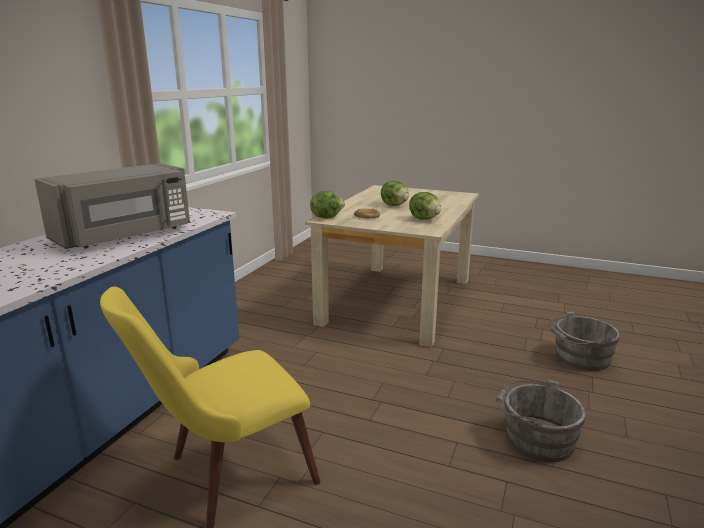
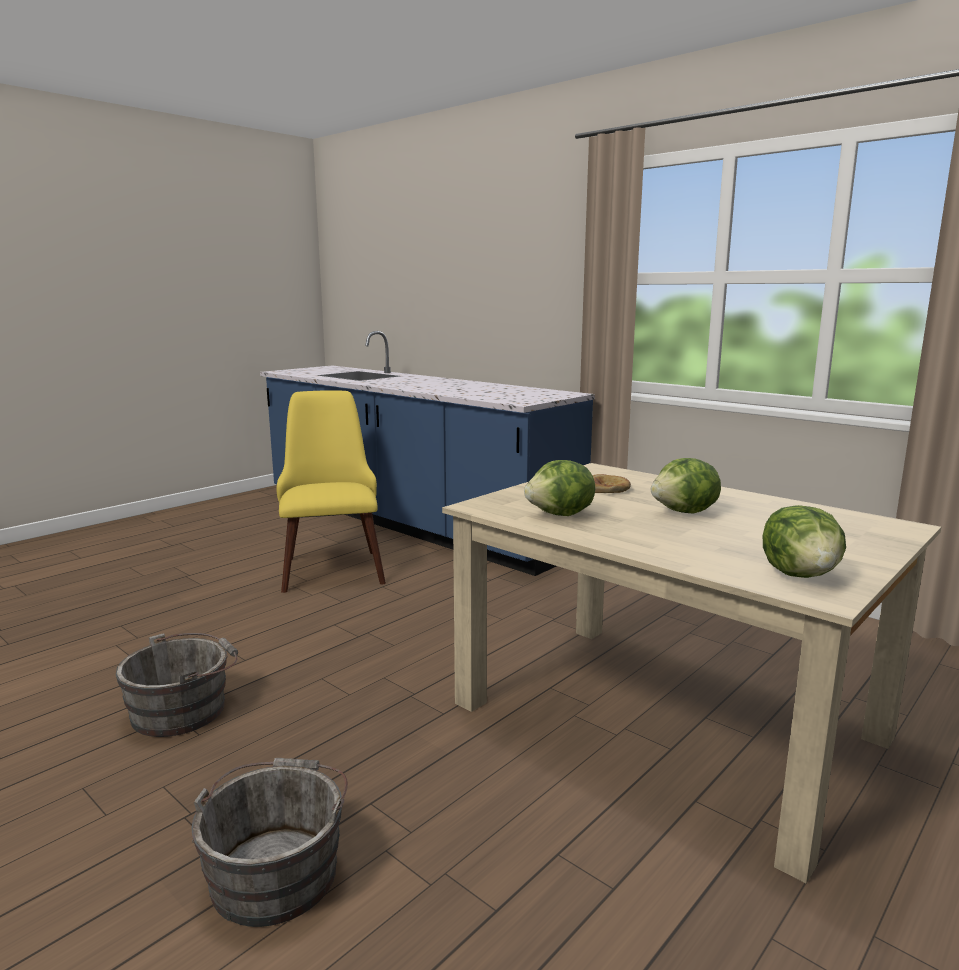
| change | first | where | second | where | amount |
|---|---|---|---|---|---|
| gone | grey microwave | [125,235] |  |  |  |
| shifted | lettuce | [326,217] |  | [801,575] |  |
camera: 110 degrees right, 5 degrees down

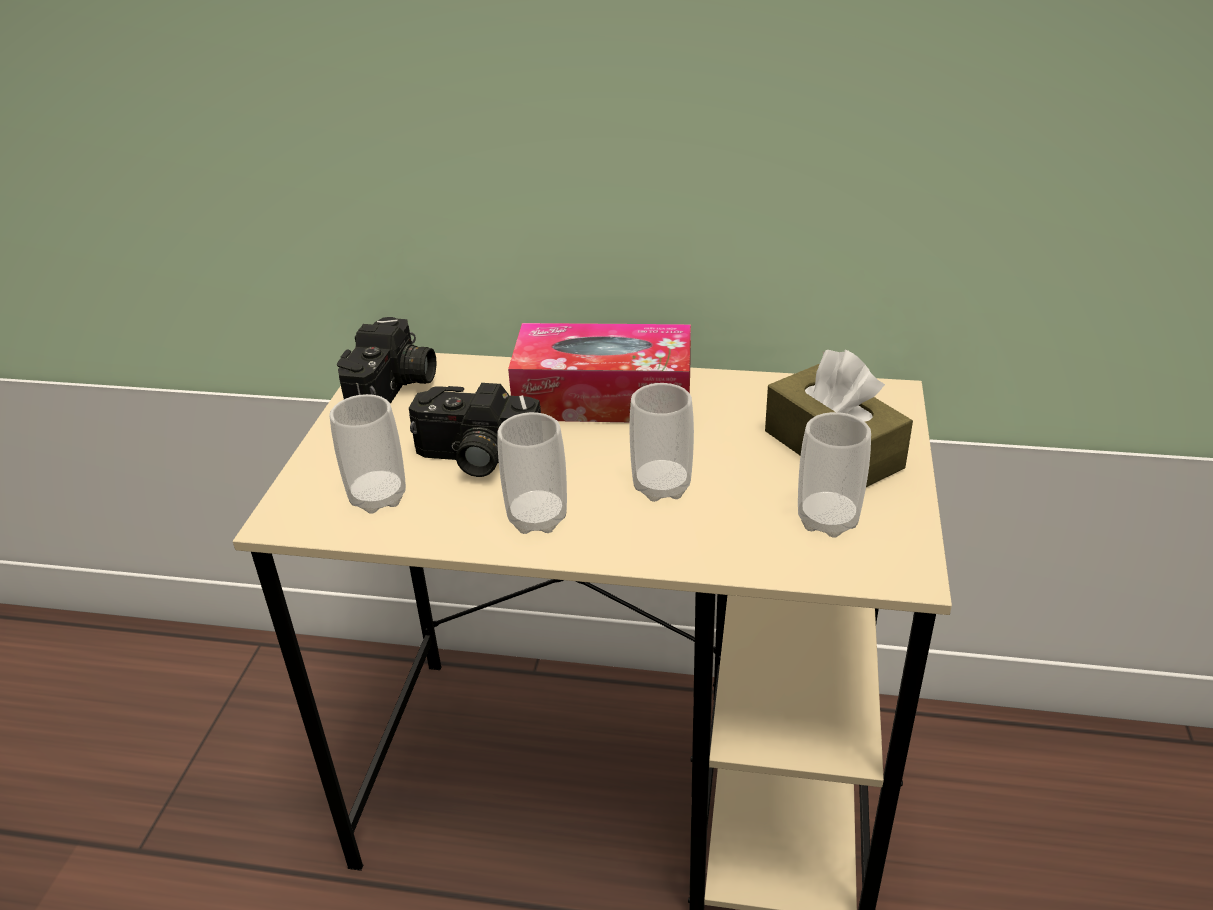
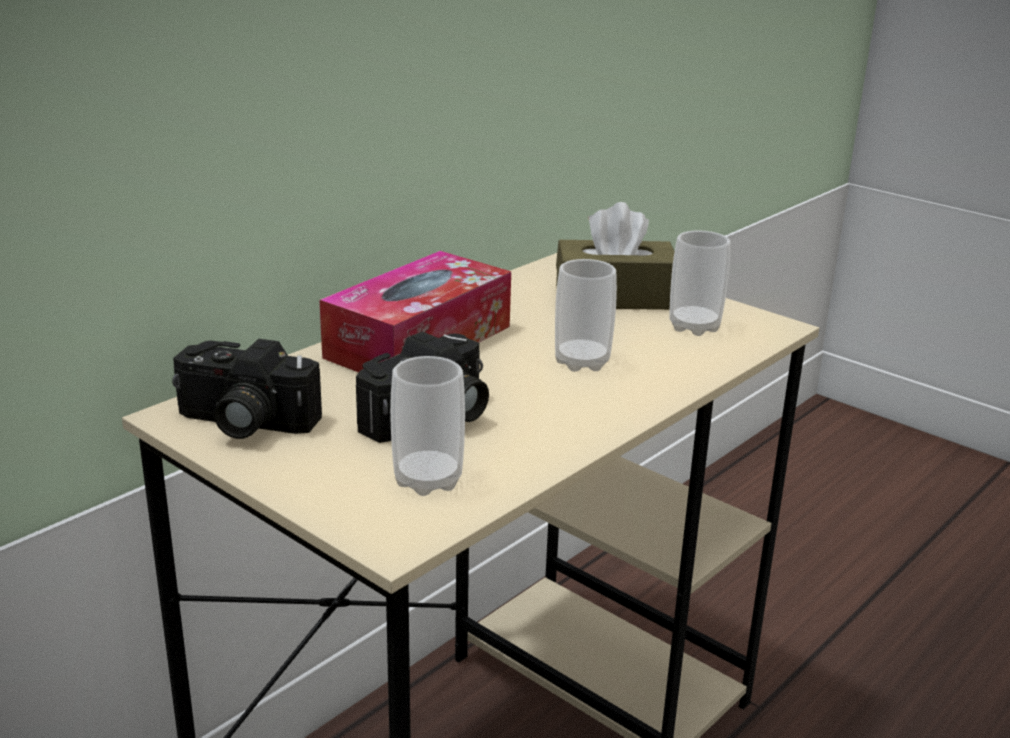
| change | first | where | second | where | amount |
|---|---|---|---|---|---|
| rotated | photo camera | [395,390] |  | [242,423] | 150 degrees clockwise |
| gone | cup | [537,518] |  |  |  |
camera: 60 degrees left, 10 degrees down

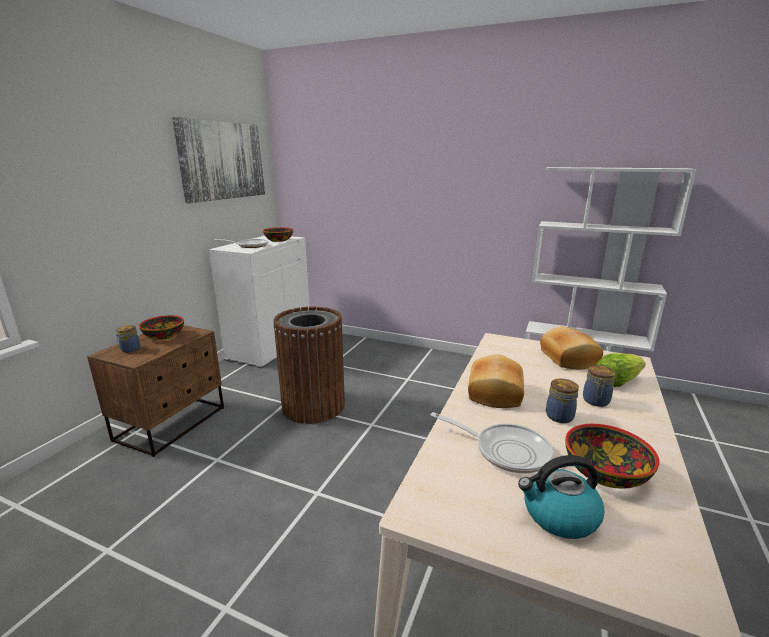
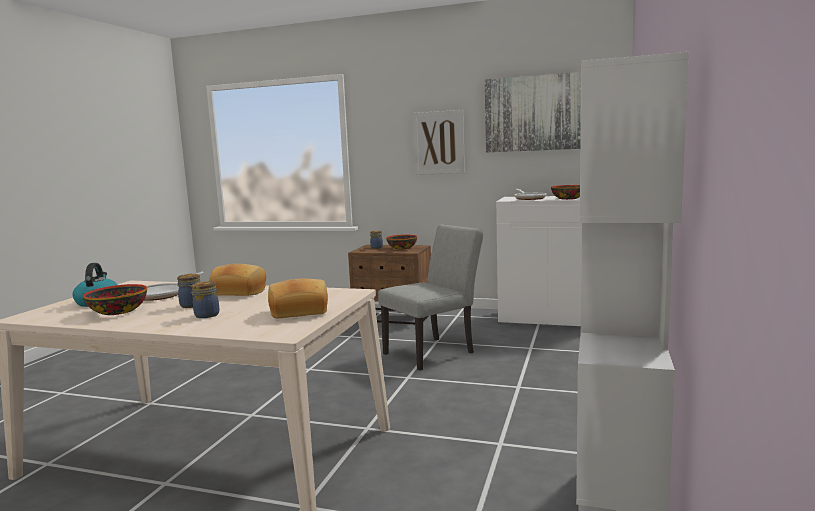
| change | first | where | second | where | amount |
|---|---|---|---|---|---|
| swapped | brown trash can | [313,406] | grey chair | [434,352] |  |
| gone | lettuce | [617,381] |  |  |  |
| new |  |  | picture | [439,142] |  |
camera: 85 degrees right, 10 degrees down

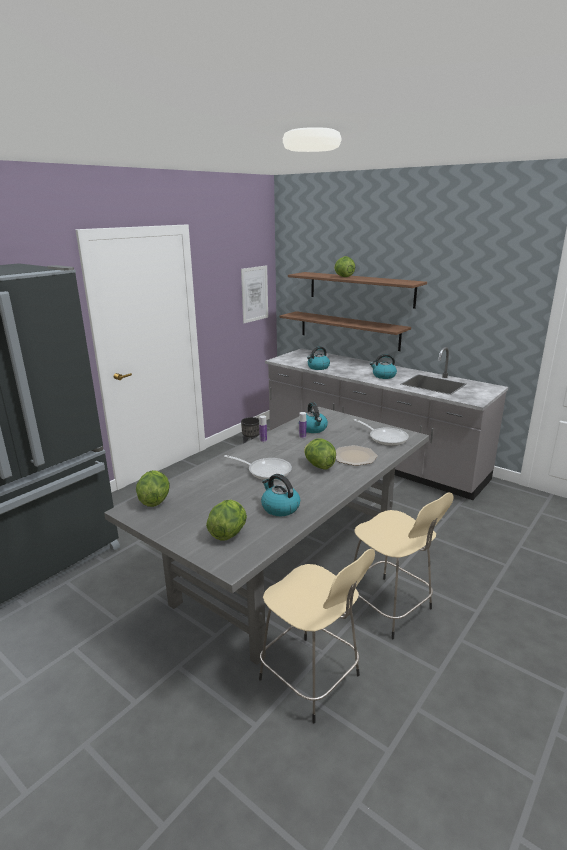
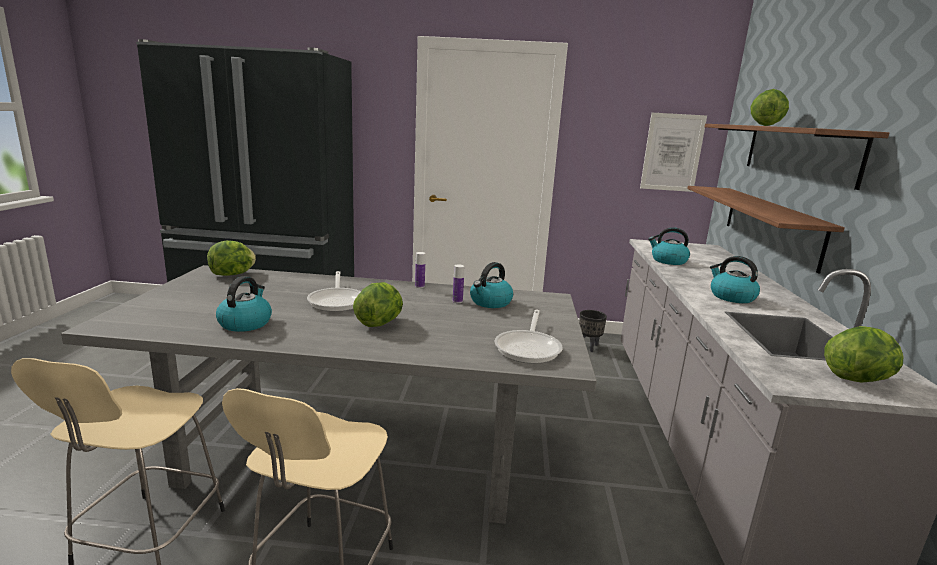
| change | first | where | second | where | amount |
|---|---|---|---|---|---|
| gone | plate | [355,456] |  |  |  |
| shifted | lettuce | [228,533] |  | [858,379] |  |
camera: 55 degrees right, 5 degrees down

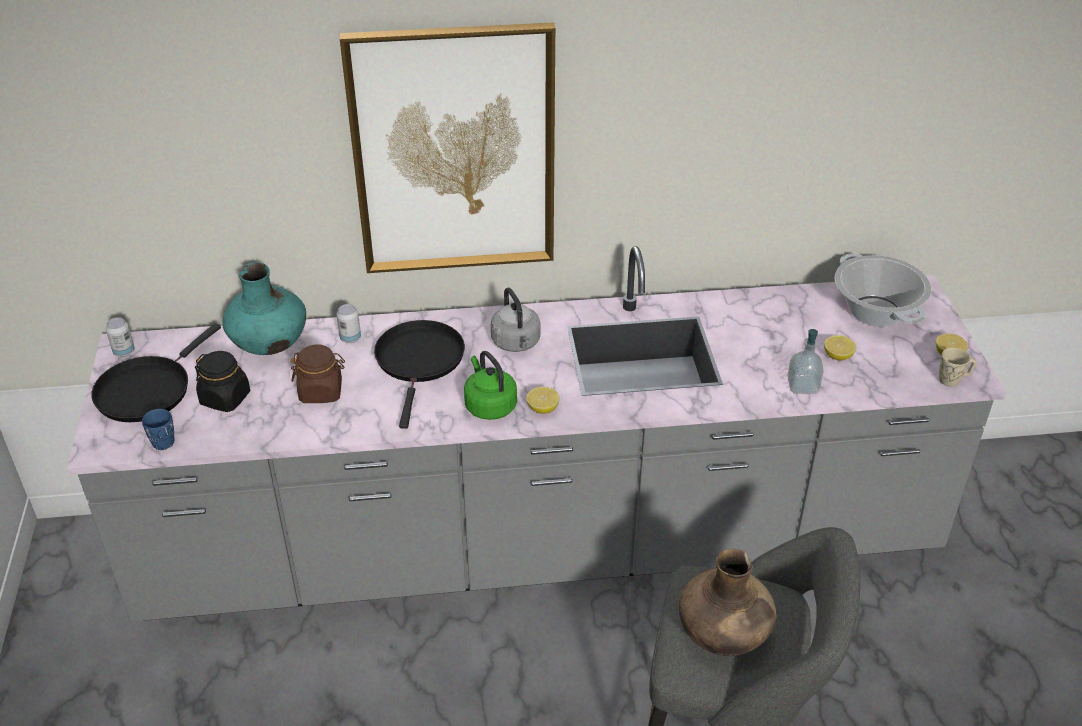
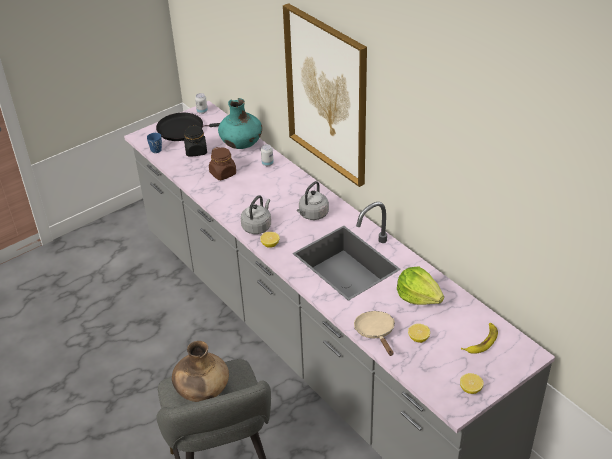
| change | first | where | second | where | amount |
|---|---|---|---|---|---|
| swapped | cooking pot | [875,312] | banana | [481,341] |  |
| gone | black frying pan | [419,361] |  |  |  |
| swapped | soap dispenser | [802,386] | beige frying pan | [376,333] |  |
| gone | beige mug | [953,380] |  |  |  |
| repainted | green kettle | [489,405] | grey kettle | [257,226] |  |
| new |  |  | lettuce | [418,297] |  |
camera: 60 degrees right, 0 degrees up

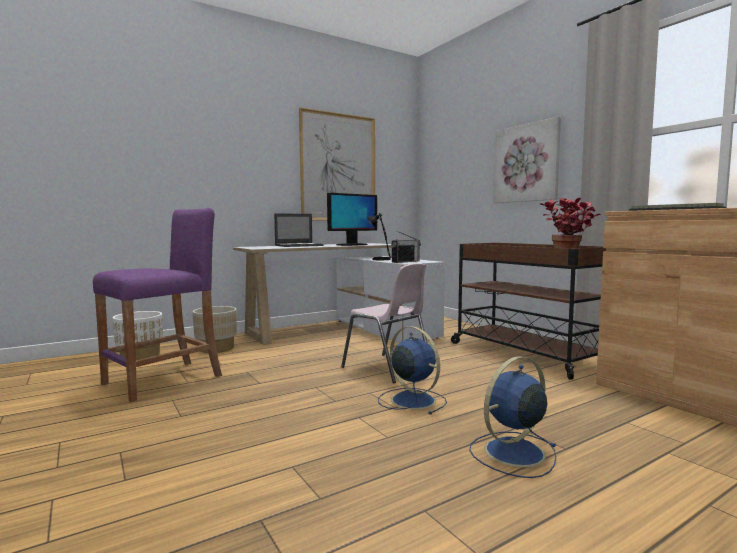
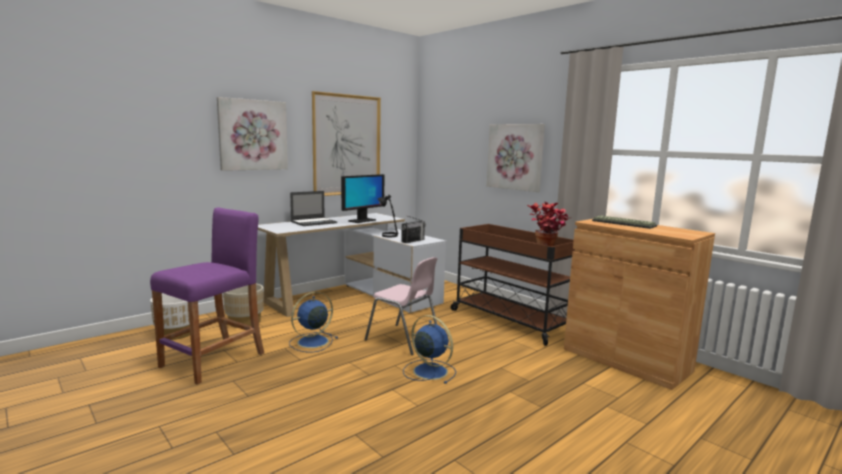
| change | first | where | second | where | amount |
|---|---|---|---|---|---|
| shifted | blue fan | [512,453] |  | [311,342] |  |
| new |  |  | picture | [253,135] |  |
camera: 10 degrees left, 5 degrees up

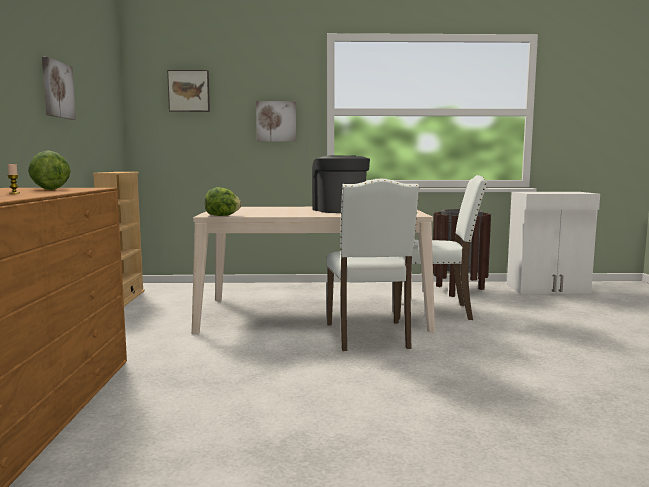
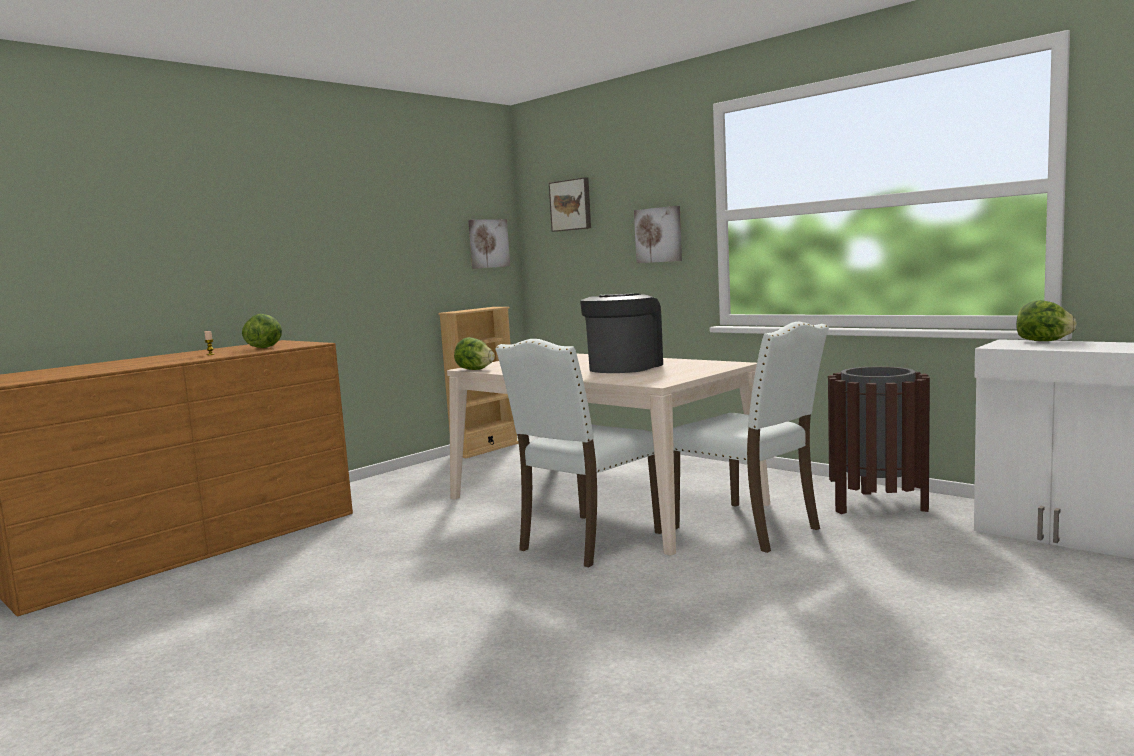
| change | first | where | second | where | amount |
|---|---|---|---|---|---|
| shifted | picture | [57,89] |  | [488,243] |  |
| new |  |  | lettuce | [1043,341] |  |
camera: 45 degrees right, 0 degrees up

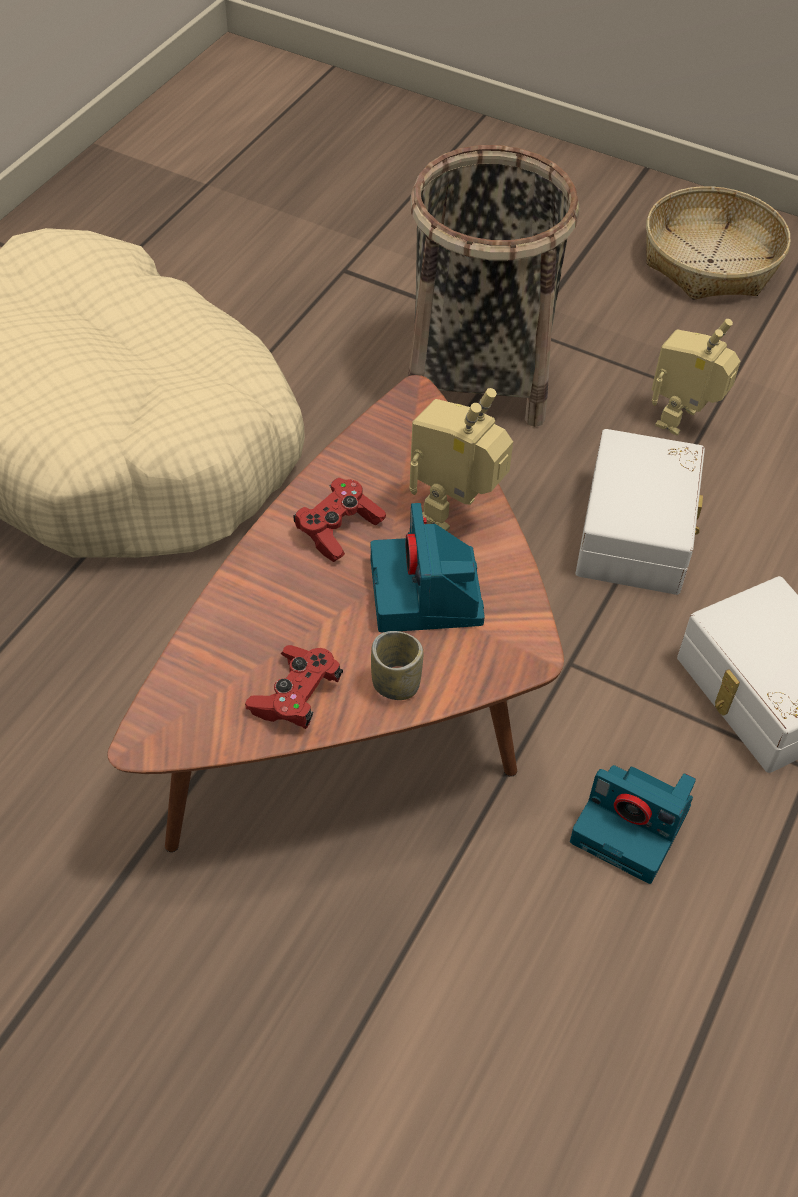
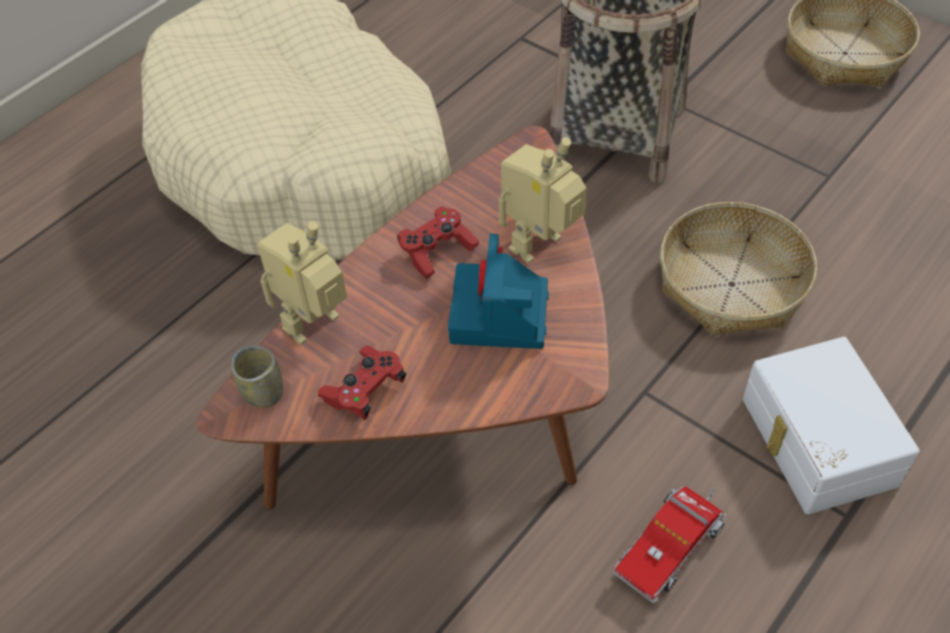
| change | first | where | second | where | amount |
|---|---|---|---|---|---|
| shifted | toy robot | [683,422] |  | [317,328] |  |
| swapped | white storage box | [639,532] | basket | [731,284] |  |
| shifted | cup | [396,684] |  | [263,393] |  |
| swapped | photo camera | [633,826] | toy truck | [671,544] |  |
camera: 15 degrees right, 0 degrees up

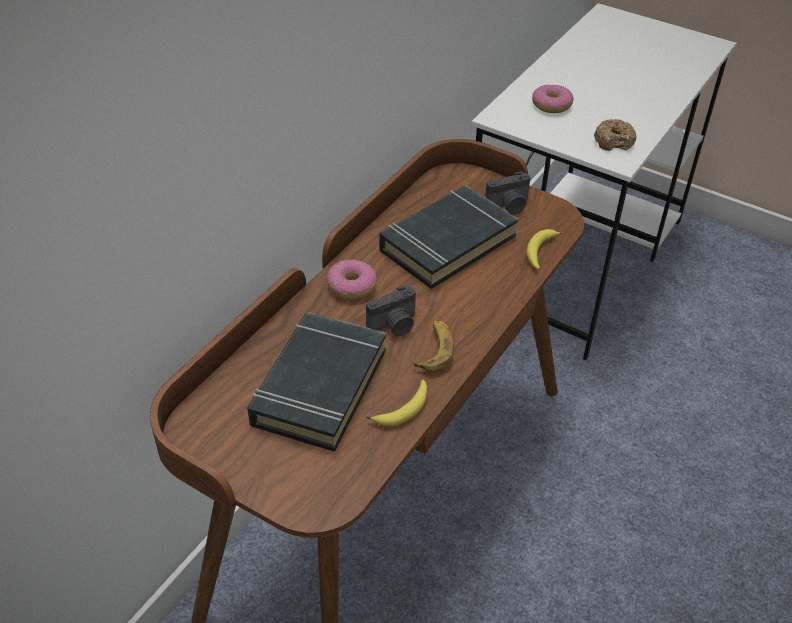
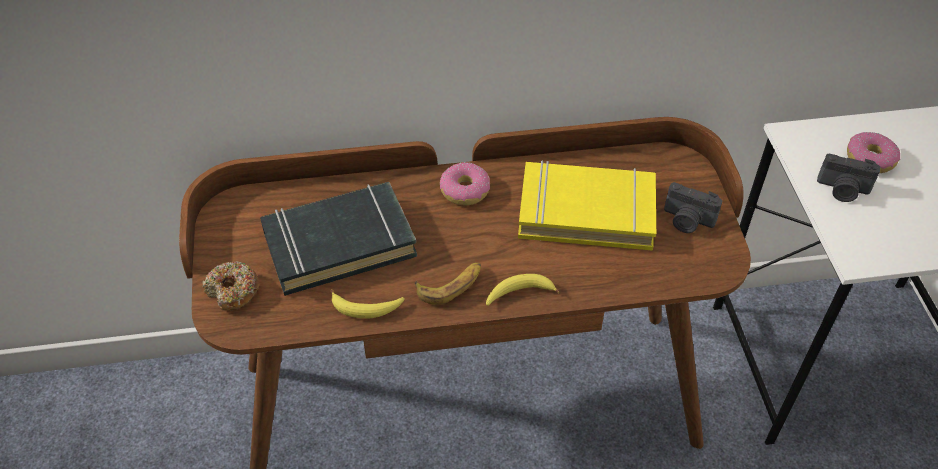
| change | first | where | second | where | amount |
|---|---|---|---|---|---|
| shifted | donut | [614,141] |  | [233,291] |  |
| repainted | black book | [447,243] | yellow book | [586,212] |  |
| shifted | banana | [540,252] |  | [519,293] |  |
| shifted | photo camera | [394,325] |  | [842,190] |  |
camera: 50 degrees right, 5 degrees up

